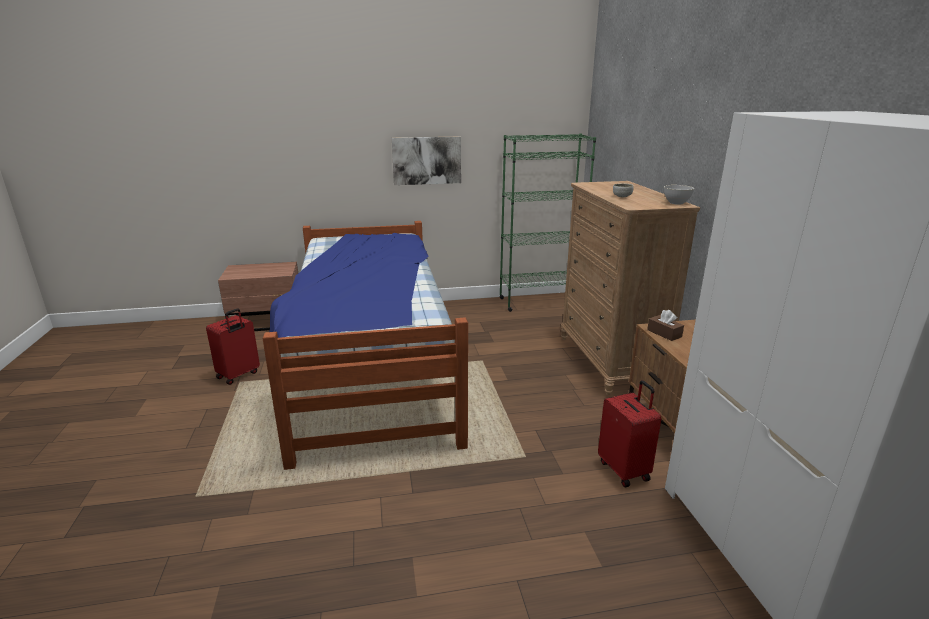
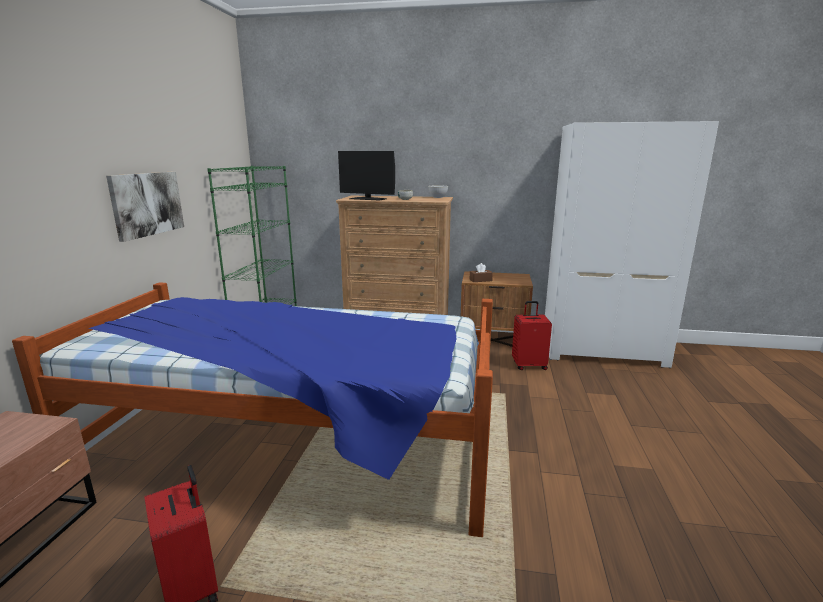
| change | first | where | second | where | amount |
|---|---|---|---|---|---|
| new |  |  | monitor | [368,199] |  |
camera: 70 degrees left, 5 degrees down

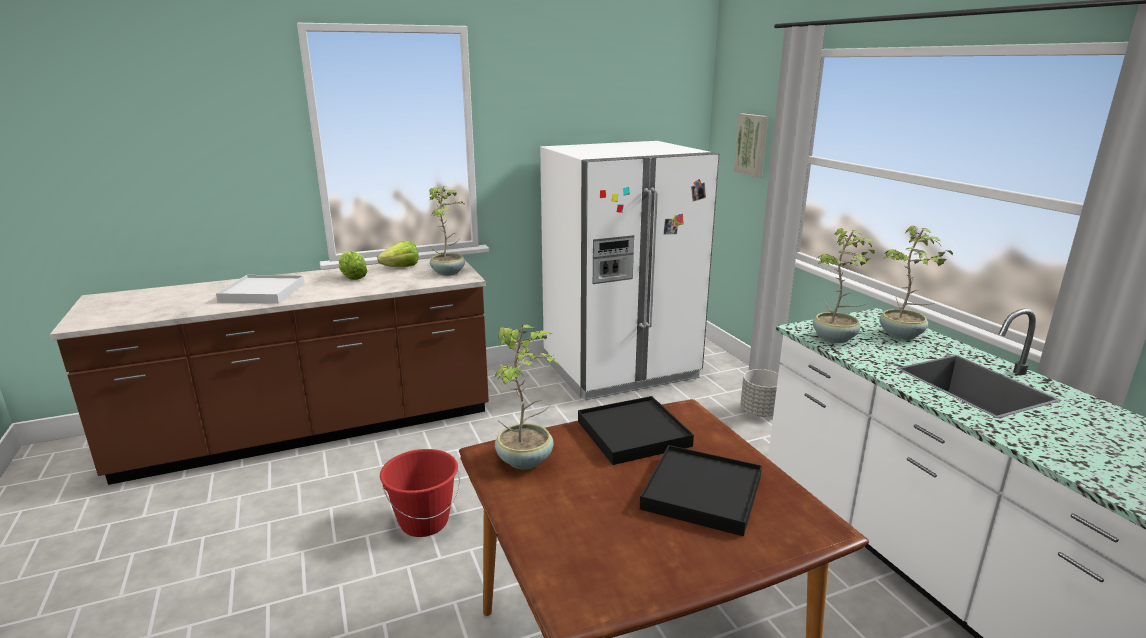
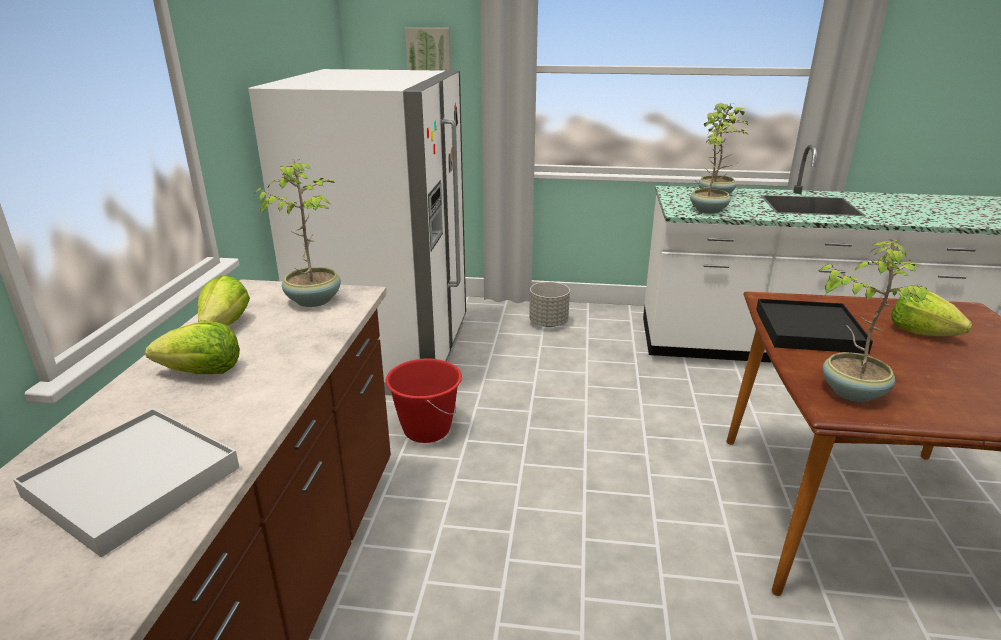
| change | first | where | second | where | amount |
|---|---|---|---|---|---|
| swapped | black tray | [702,493] | lettuce | [921,332] |  |
| shifted | red bucket | [424,522] |  | [426,429] |  |
camera: 60 degrees left, 5 degrees up

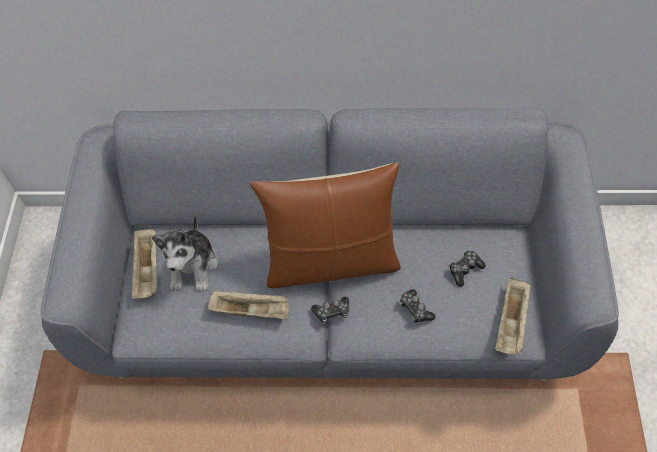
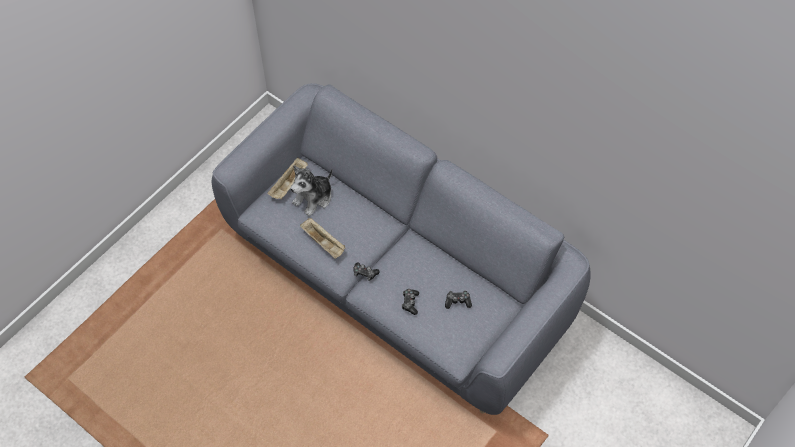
| change | first | where | second | where | amount |
|---|---|---|---|---|---|
| gone | brown pillow | [331,261] |  |  |  |
| gone | beige tray | [511,323] |  |  |  |
camera: 35 degrees right, 0 degrees up

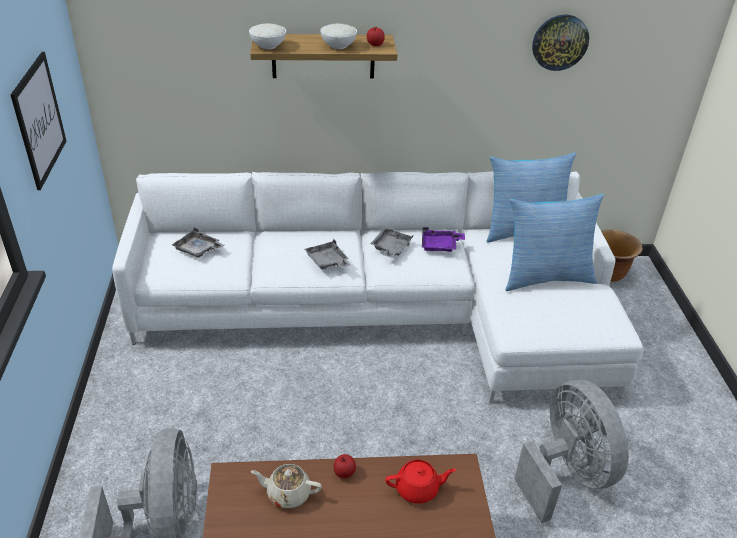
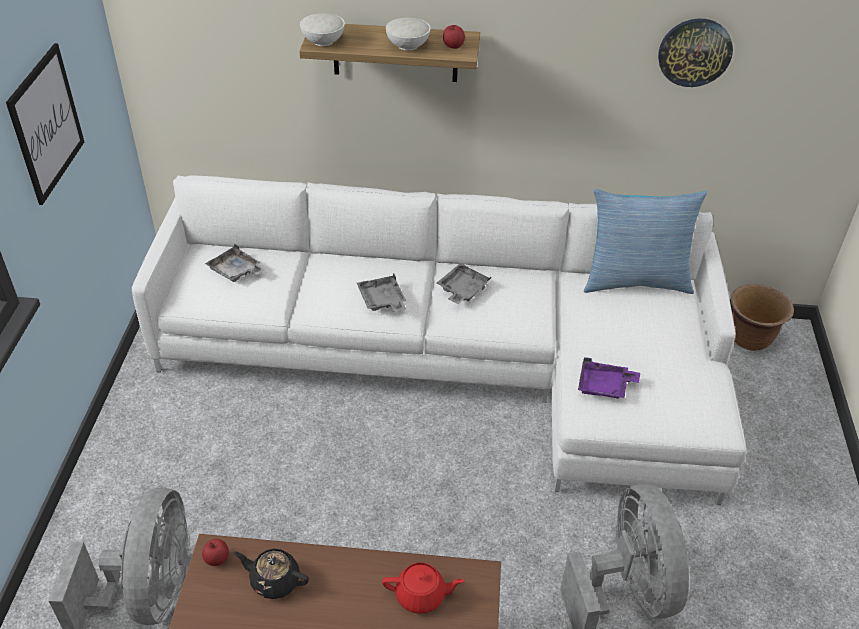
| change | first | where | second | where | amount |
|---|---|---|---|---|---|
| gone | pillow | [545,277] |  |  |  |
| shifted | purple tray | [440,246] |  | [604,386] |  |
| shifted | apple | [344,472] |  | [217,559] |  |
| repainted | beige teapot | [287,493] | black teapot | [274,580] |  |
camera: 10 degrees right, 5 degrees up

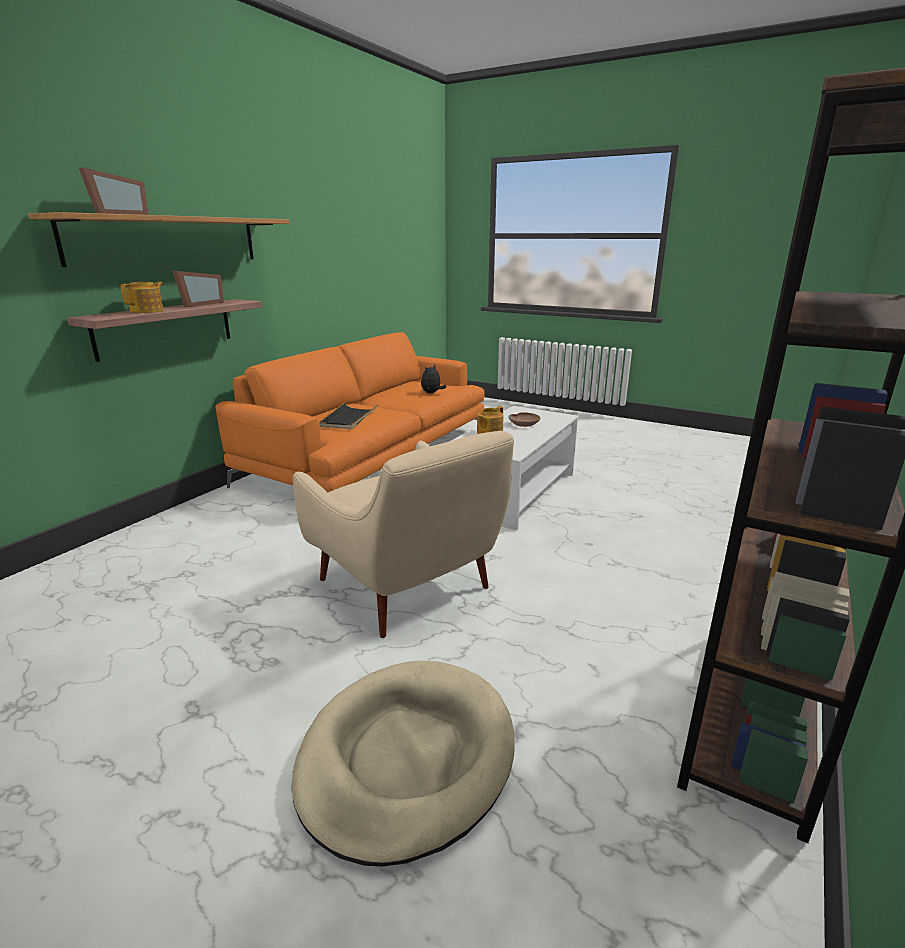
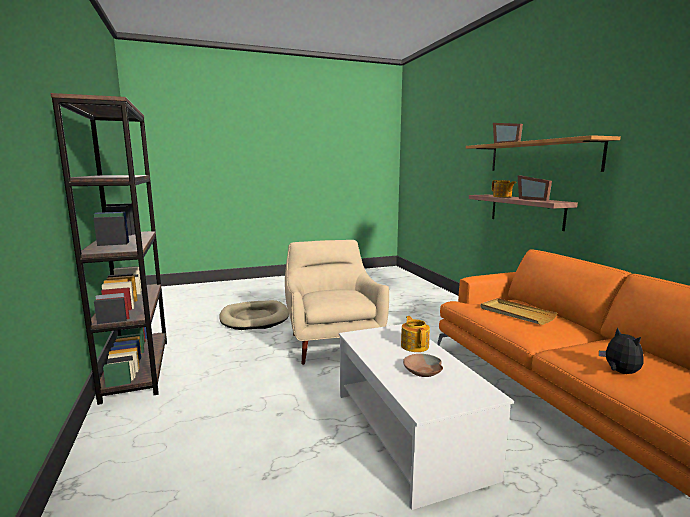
| change | first | where | second | where | amount |
|---|---|---|---|---|---|
| repainted | black tray | [349,418] | beige tray | [516,313] |  |
| rotated | beige armchair | [408,588] |  | [332,343] | 75 degrees clockwise |
camera: 130 degrees right, 10 degrees down

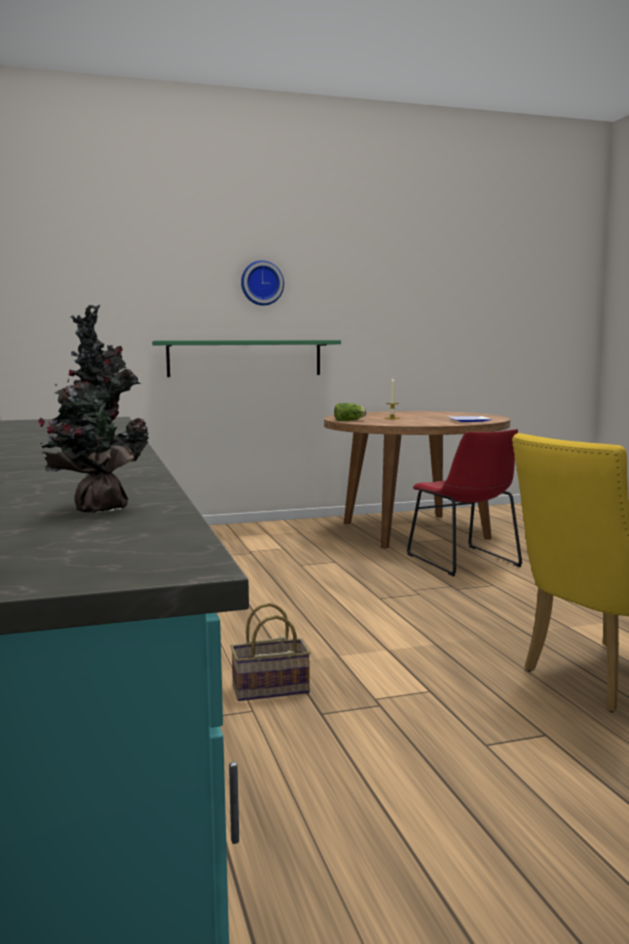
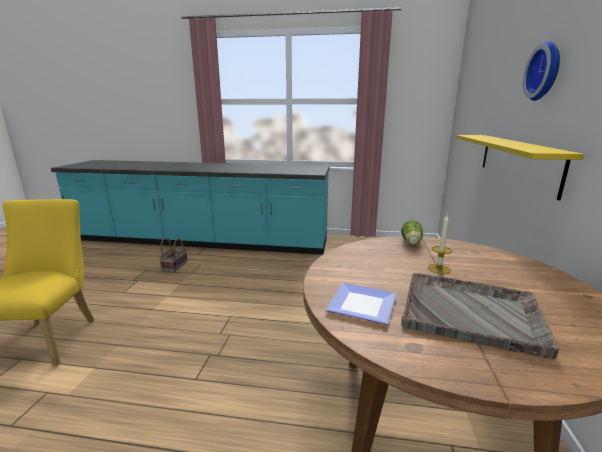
| change | first | where | second | where | amount |
|---|---|---|---|---|---|
| gone | potted plant | [97,508] |  |  |  |
| repainted | green shelf | [245,358] | yellow shelf | [516,161] |  |
| gone | red chair | [465,562] |  |  |  |
| new |  |  | grey tray | [471,313] |  |
camera: 115 degrees right, 10 degrees up

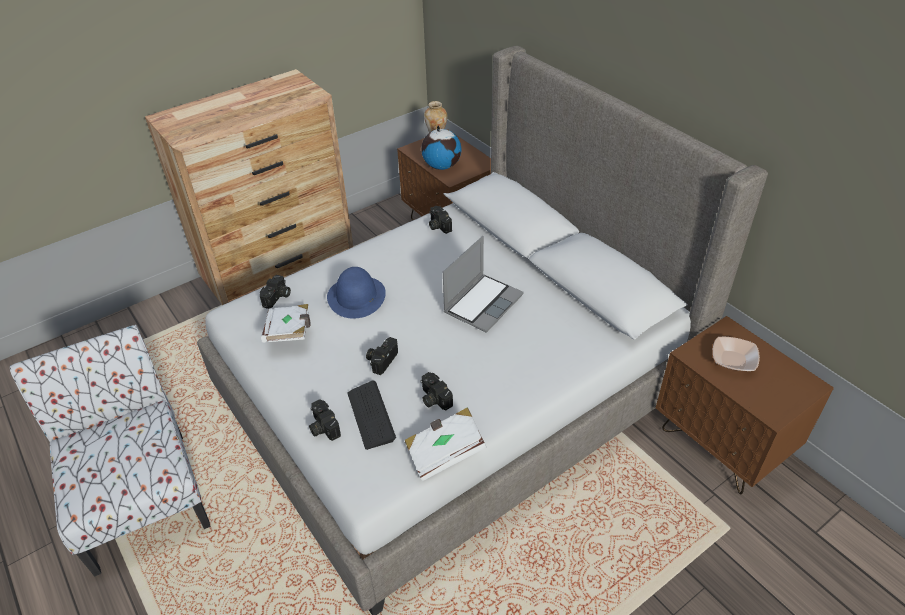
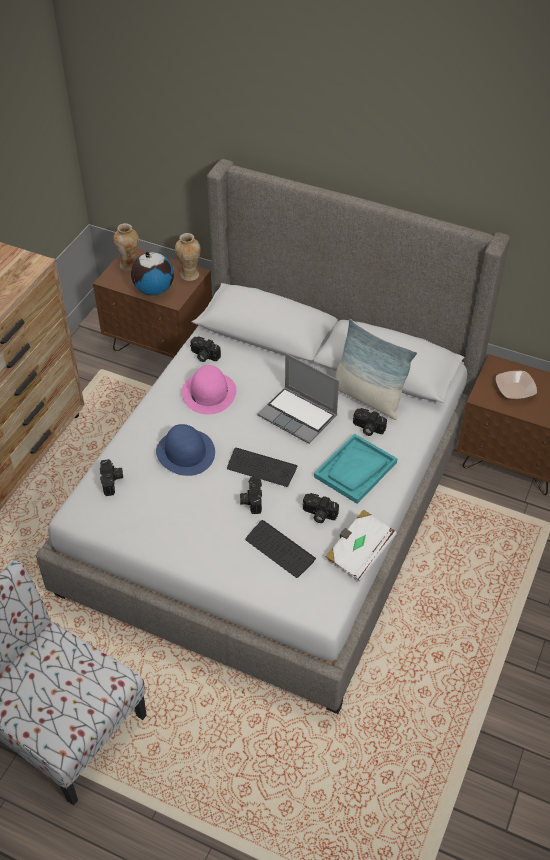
| change | first | where | second | where | amount |
|---|---|---|---|---|---|
| rotated | laptop | [483,303] |  | [299,416] | 120 degrees clockwise |
| gone | white book | [289,332] |  |  |  |
| shifted | photo camera | [322,427] |  | [367,428] |  |
| new |  |  | vase | [189,275] |  |
| new |  |  | pillow | [368,398] |  |
| new |  |  | pink hat | [209,392] |  |
| new |  |  | turquoise tray | [355,470] |  |
| new |  |  | keyboard | [261,468] |  |
camera: 30 degrees left, 5 degrees up

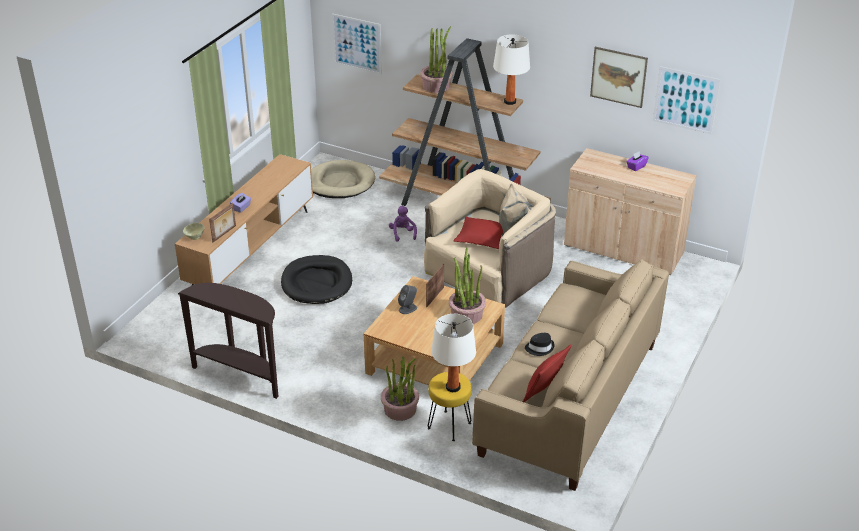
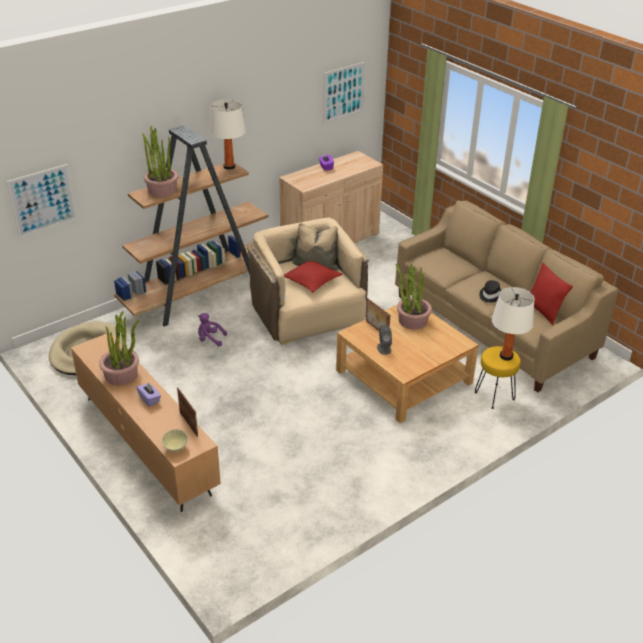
| change | first | where | second | where | amount |
|---|---|---|---|---|---|
| gone | picture | [618,77] |  |  |  |
| gone | black dog bed | [317,283] |  |  |  |
| gone | brown console table | [241,375] |  |  |  |
| shifted | potted plant | [400,409] |  | [121,374] |  |
camera: 65 degrees left, 0 degrees up

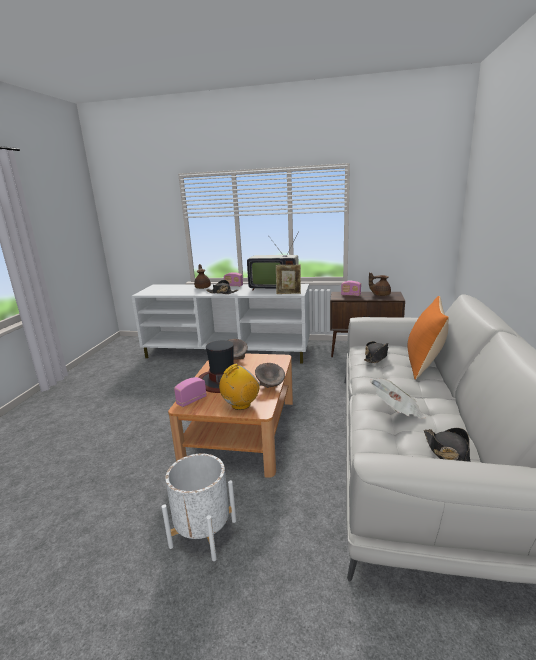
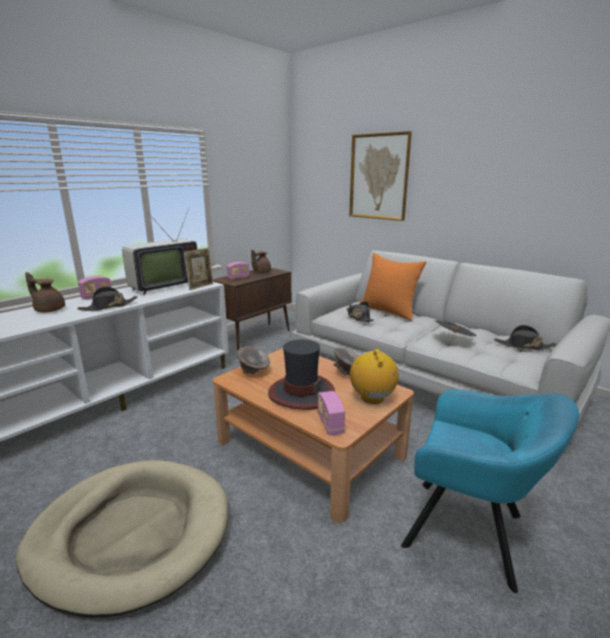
| change | first | where | second | where | amount |
|---|---|---|---|---|---|
| swapped | white planter | [203,533] | turquoise armchair | [469,532] |  |
| new |  |  | picture | [379,177] |  |
| new |  |  | beige dog bed | [131,534] |  |
camera: 60 degrees left, 0 degrees up

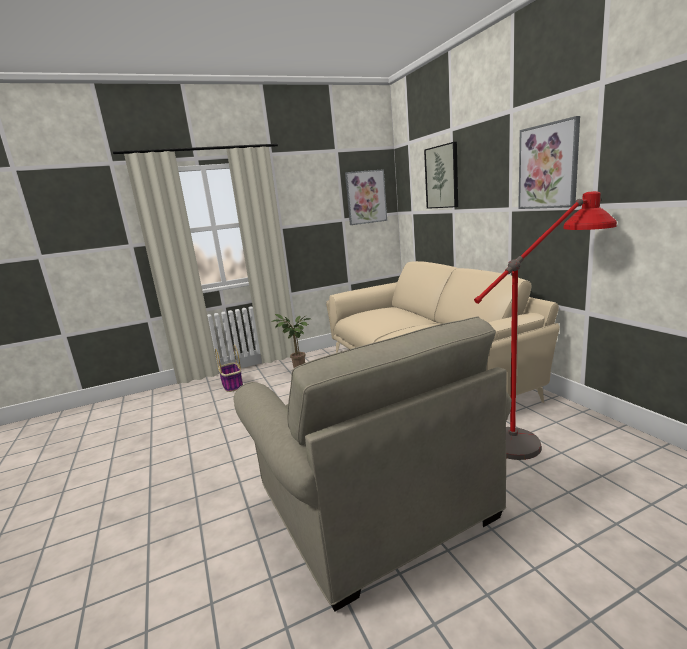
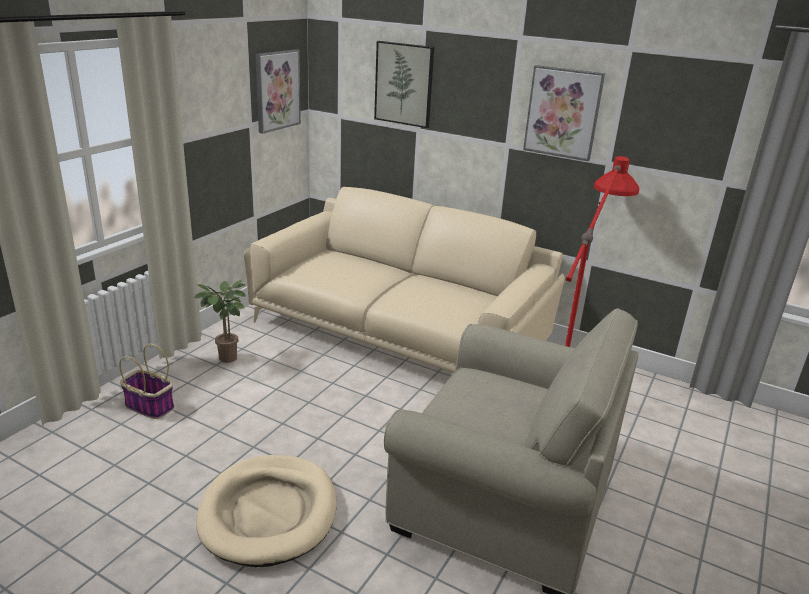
| change | first | where | second | where | amount |
|---|---|---|---|---|---|
| new |  |  | beige dog bed | [269,513] |  |
camera: 40 degrees left, 10 degrees up

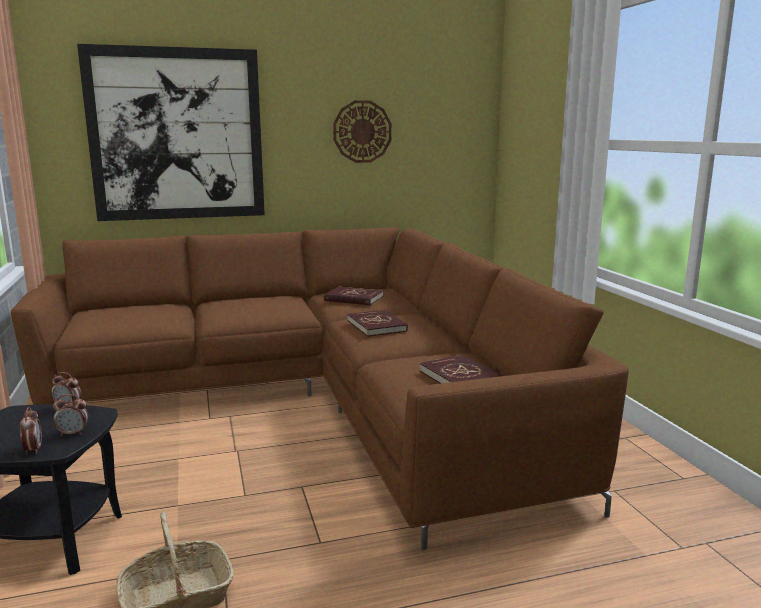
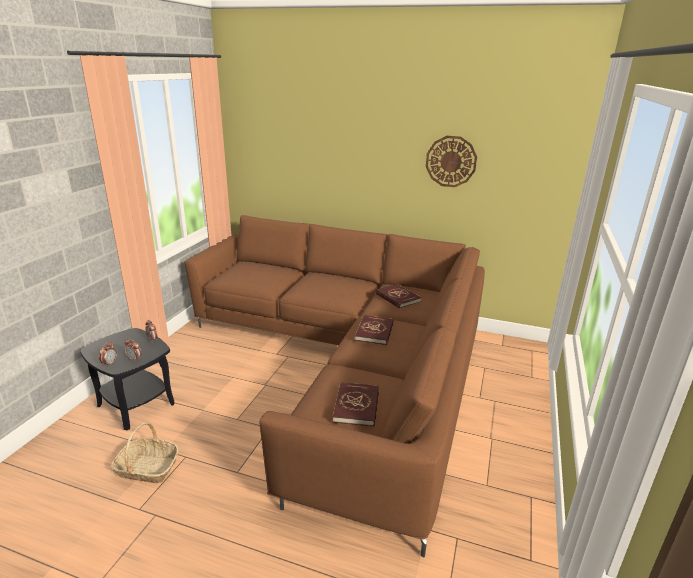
| change | first | where | second | where | amount |
|---|---|---|---|---|---|
| gone | picture | [177,135] |  |  |  |
camera: 35 degrees right, 10 degrees up

